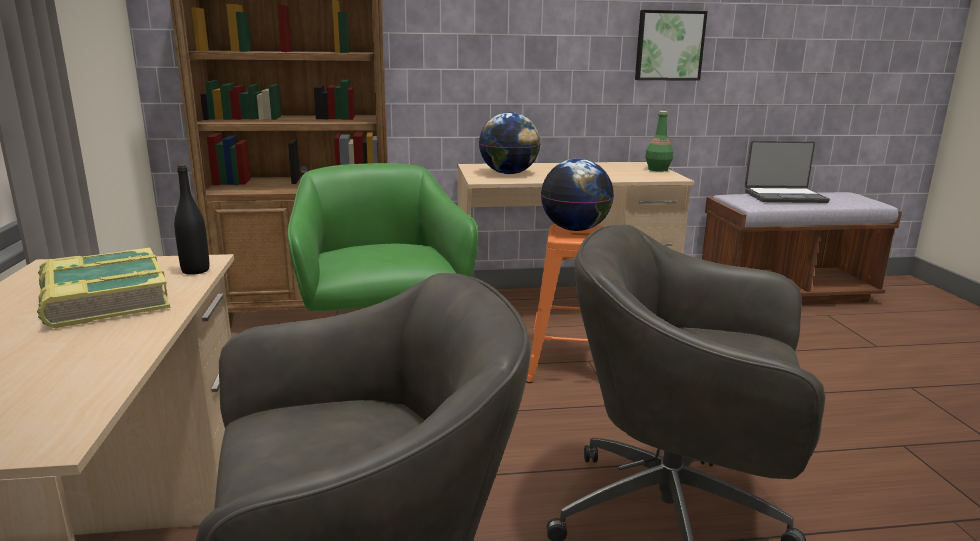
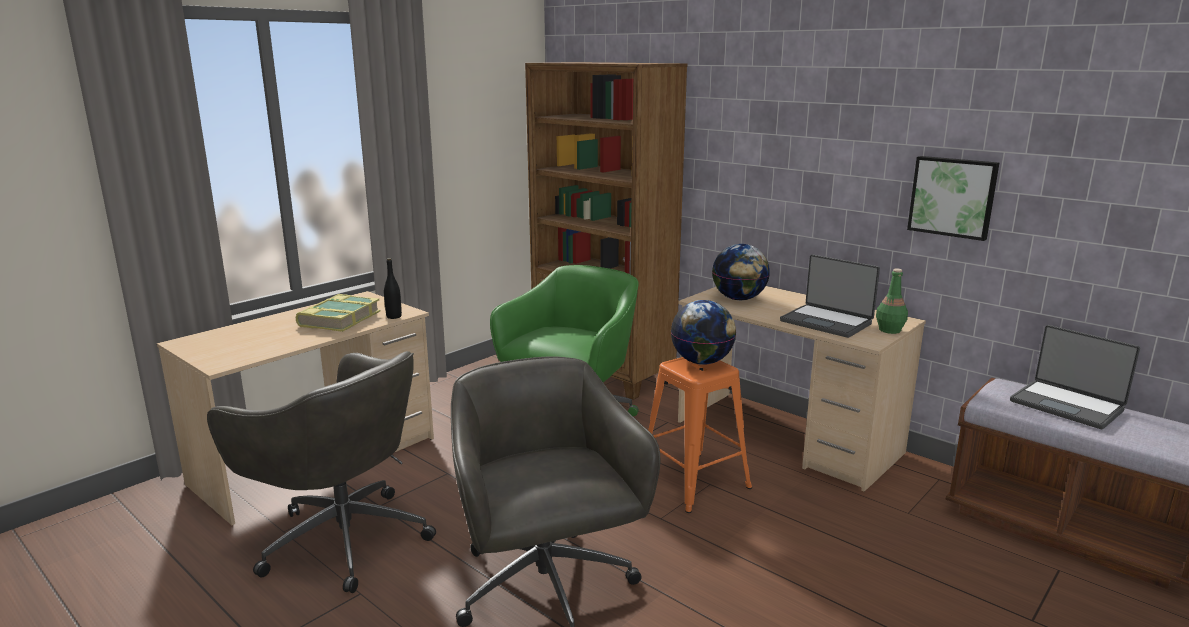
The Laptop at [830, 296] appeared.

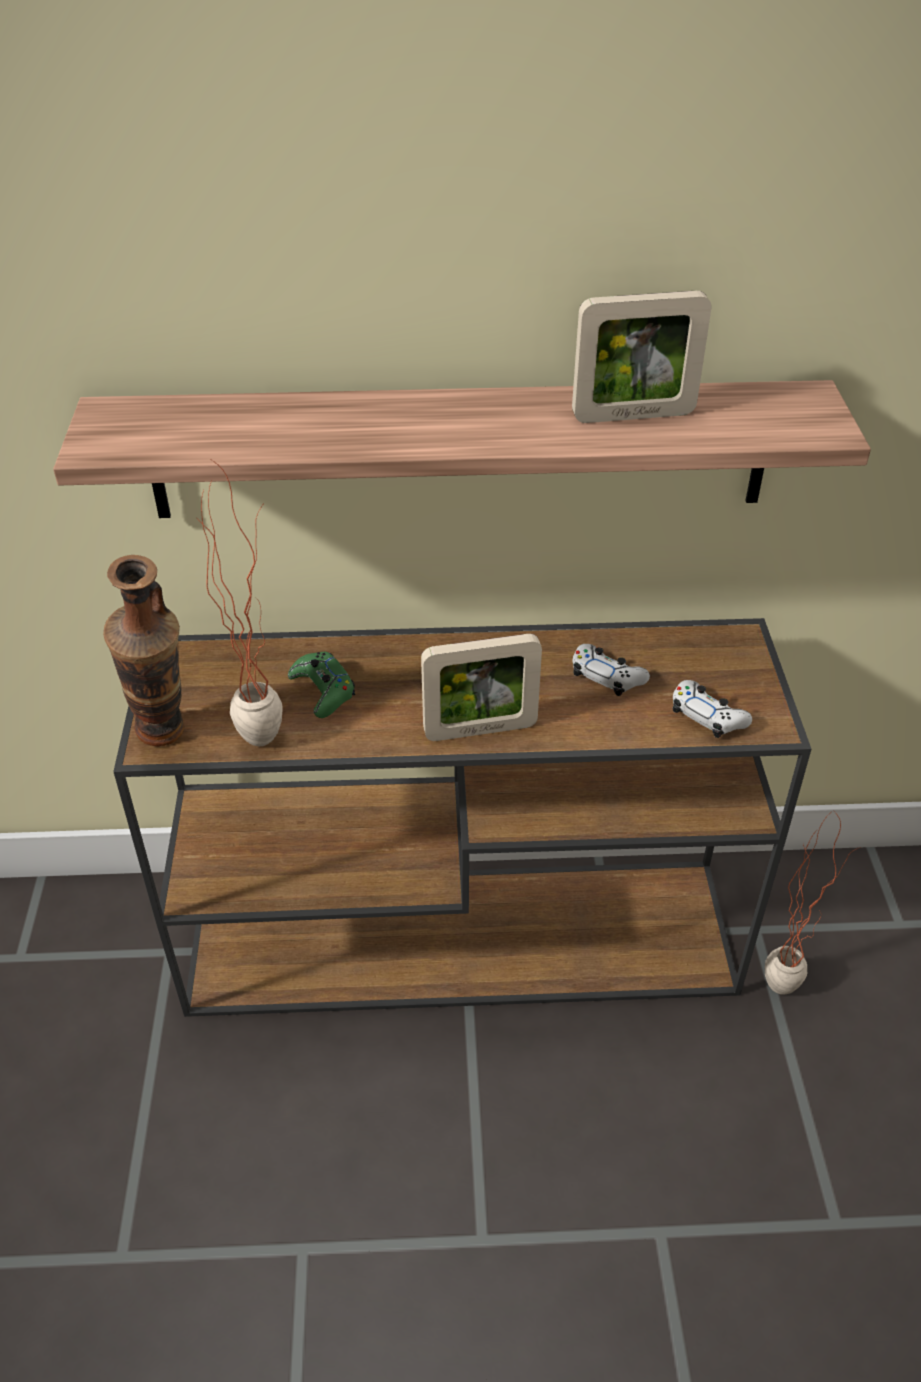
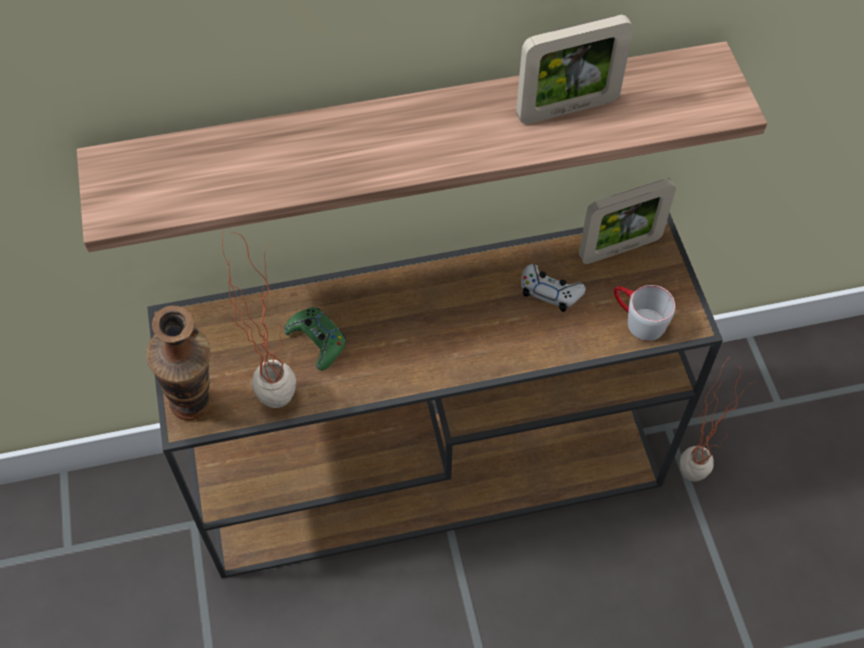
The PhotoFrame moved from [481, 687] to [627, 221].
The WhiteColouredGamepad at [712, 709] was replaced by the GreyishTeaMug at [644, 313].

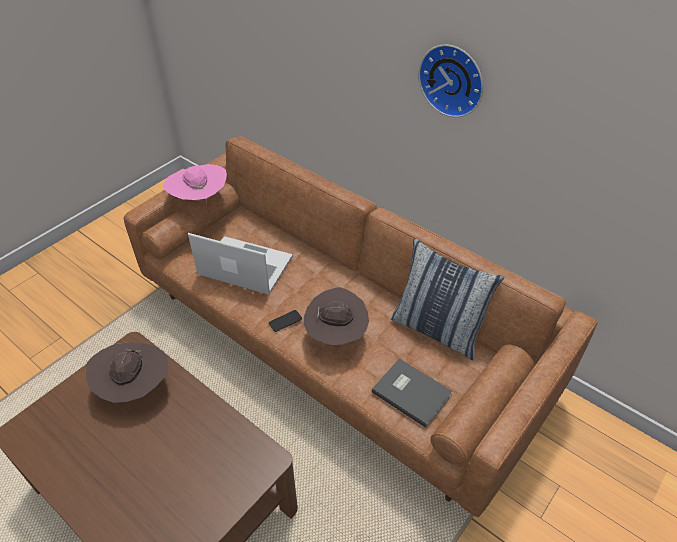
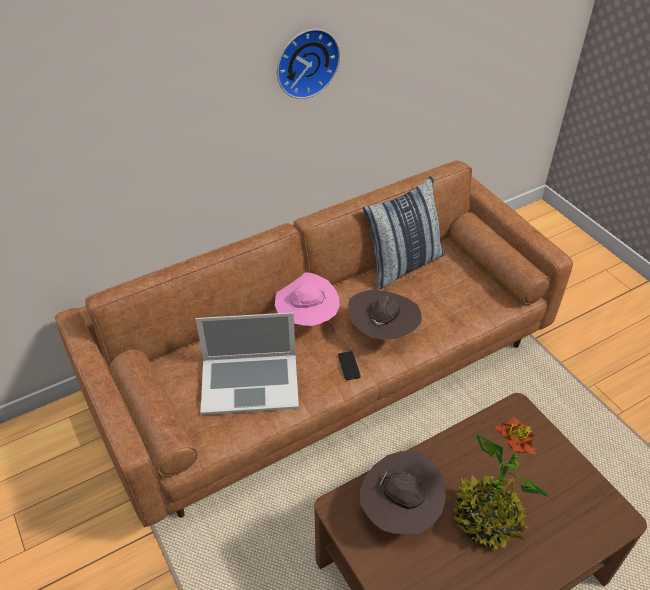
The GreyishBoundBook at [412, 393] disappeared.
The Houseplant at [500, 483] appeared.
The PinkWearableHat moved from [195, 183] to [307, 299].
The Laptop at [240, 264] turned 135 degrees counterclockwise.

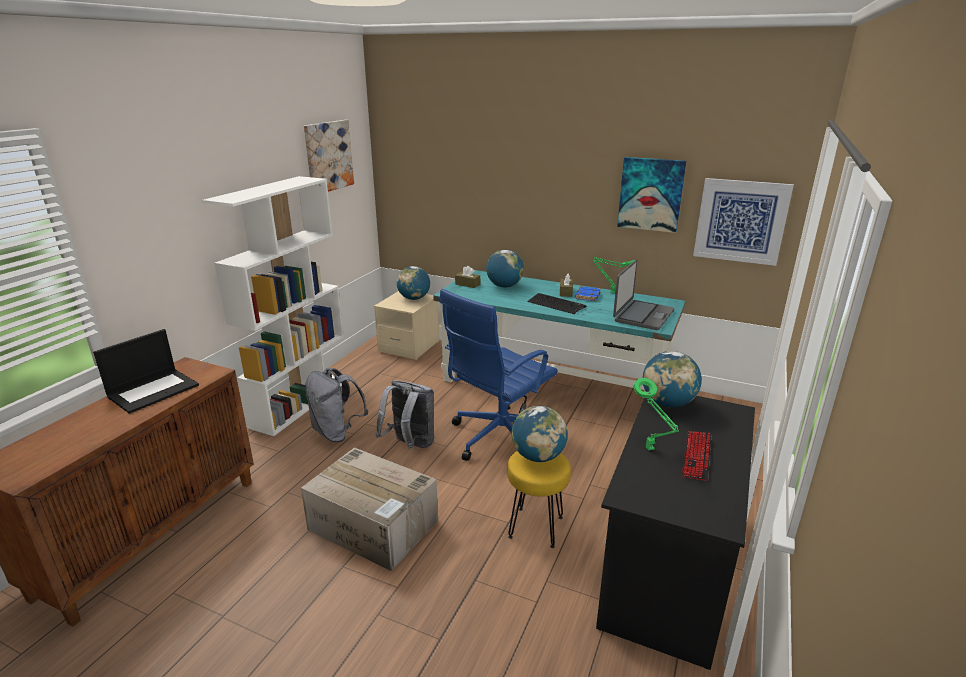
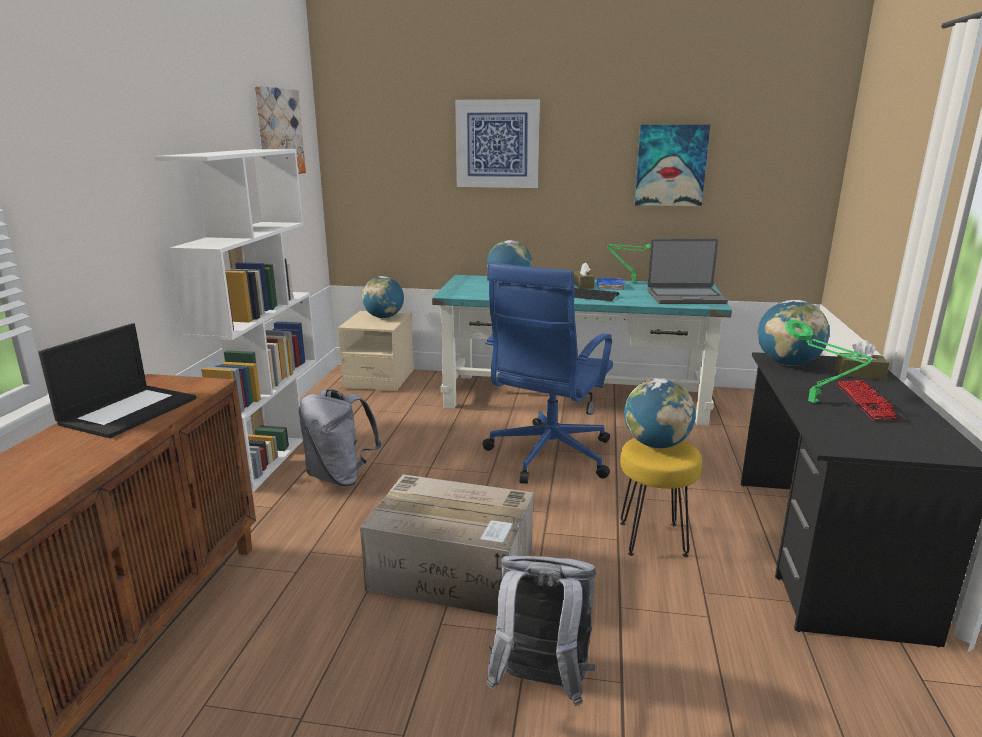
The GreyishRucksack moved from [405, 414] to [541, 631].
The BrownColouredTissueBox moved from [467, 277] to [862, 360].
The WallPicture moved from [743, 222] to [497, 143].
The Laptop at [643, 294] turned 75 degrees clockwise.

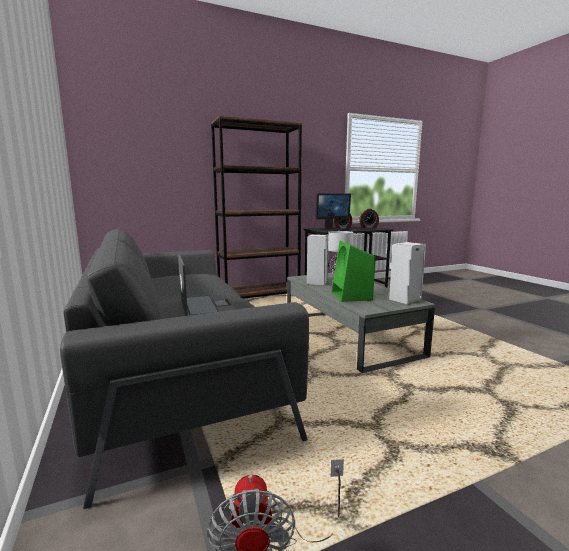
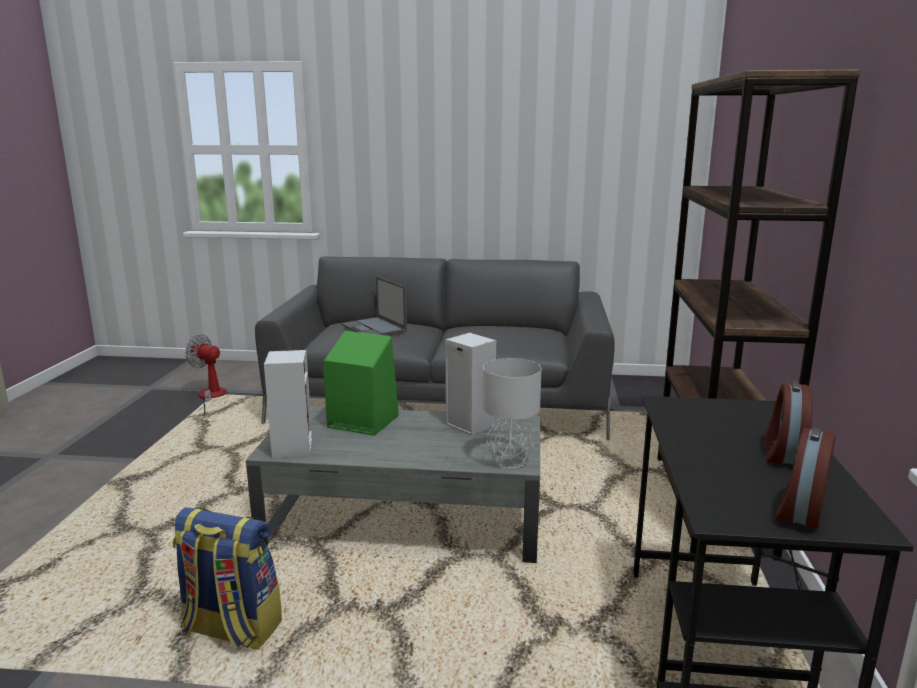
The ComputerDisplay at [333, 212] disappeared.
The Rucksack at [227, 578] appeared.
The Laptop at [207, 285] turned 45 degrees clockwise.

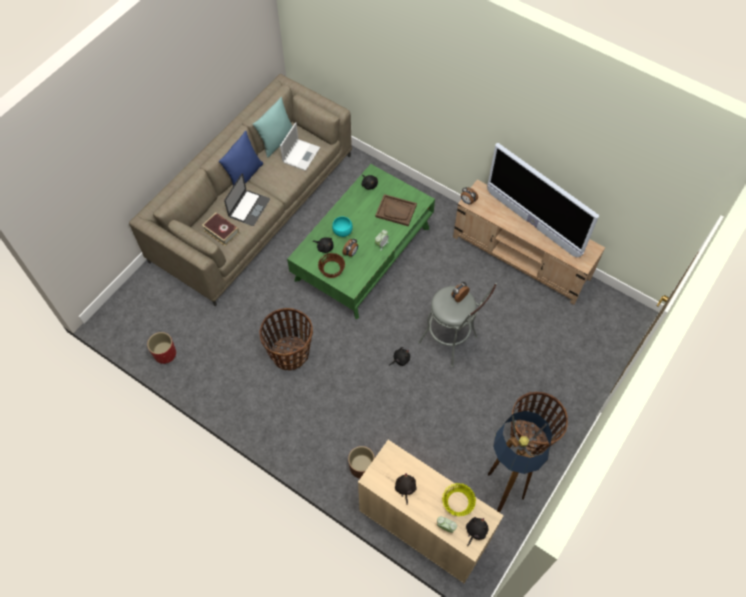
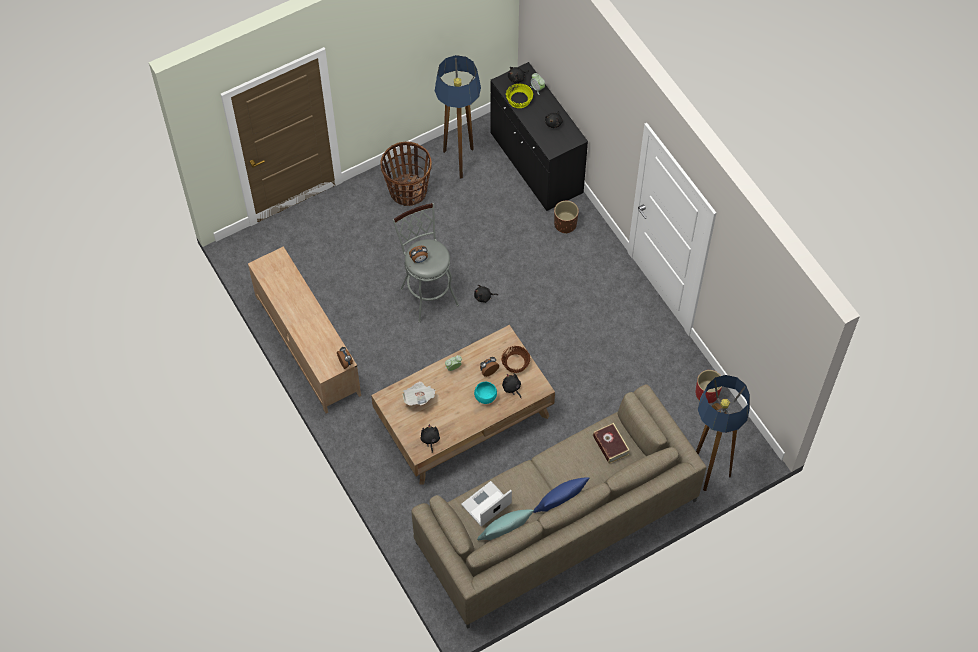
The Laptop at [247, 199] disappeared.
The Basket at [286, 339] disappeared.
The TvSet at [543, 200] disappeared.
The StandardLamp at [723, 433] appeared.
The BrownColouredTray at [396, 210] was replaced by the Newspaper at [419, 393].
The GreenLoungeTable at [361, 241] became the BrownColouredLoungeTable at [463, 405].
The BeigeStorageCabinet at [431, 511] became the BlackStorageCabinet at [539, 136].

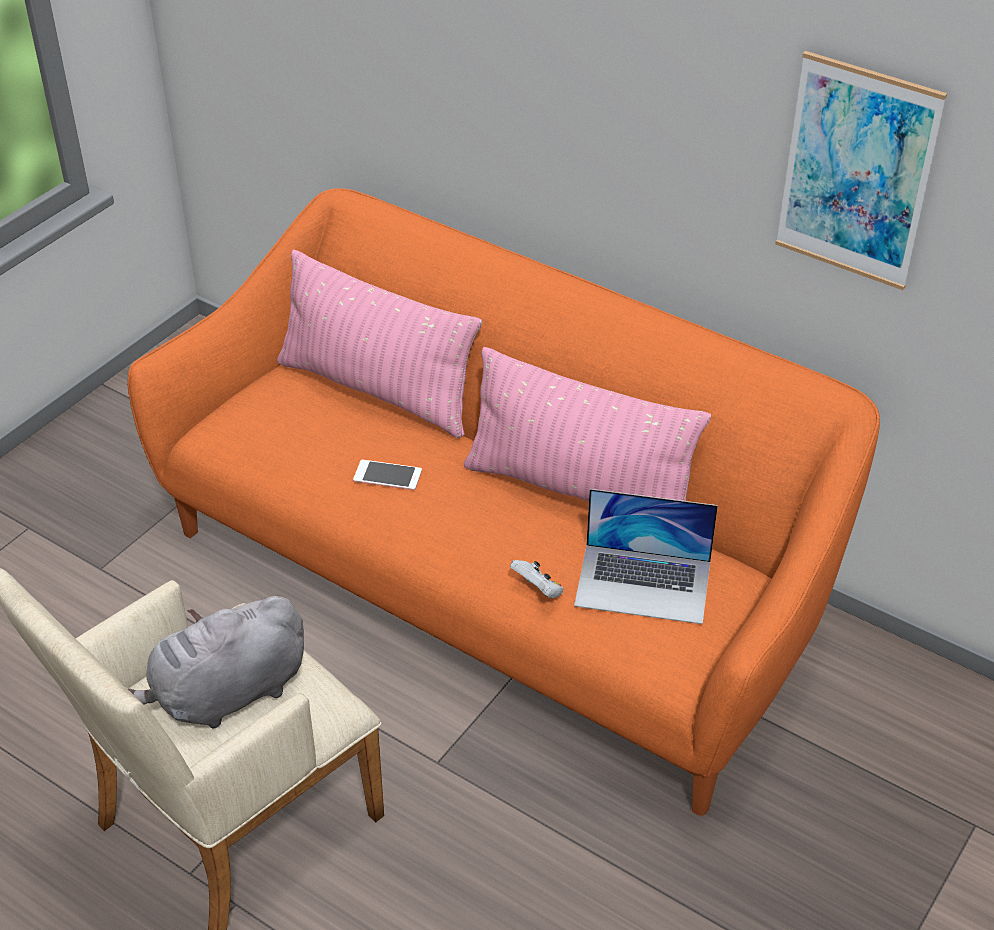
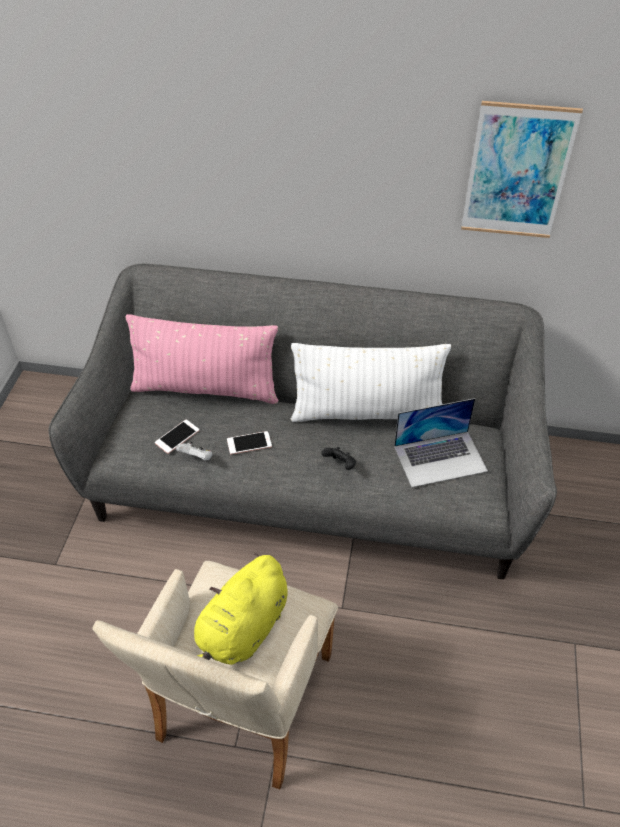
The Telephone at [177, 437] appeared.
The BlackGamepad at [338, 458] appeared.
The WhiteColouredGamepad moved from [536, 579] to [194, 450].
The GreyishPlushToy at [215, 662] became the YellowColouredPlushToy at [241, 609].
The OrangeColouredCouch at [503, 502] became the GreyishCouch at [303, 421].
The PinkThrowPillow at [587, 424] became the WhiteColouredThrowPillow at [371, 382].

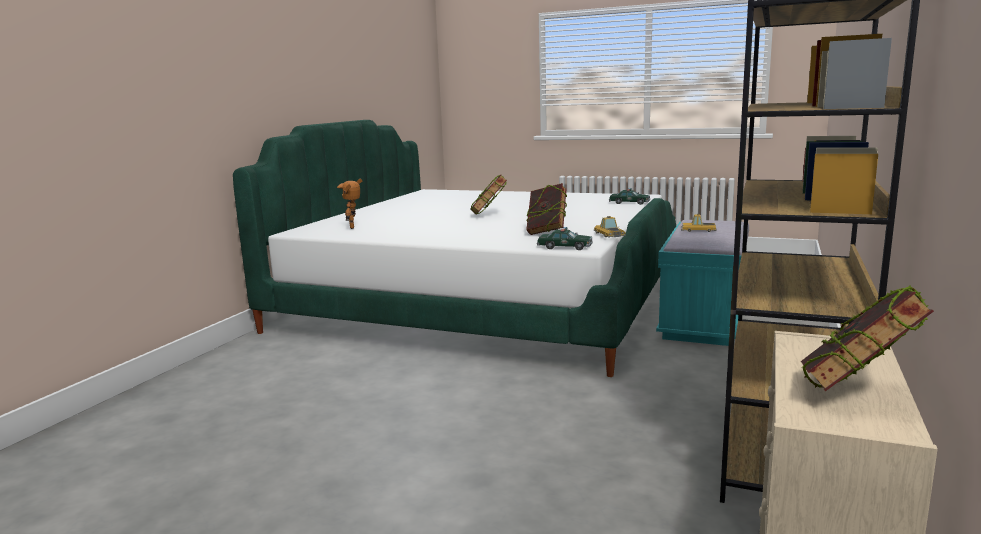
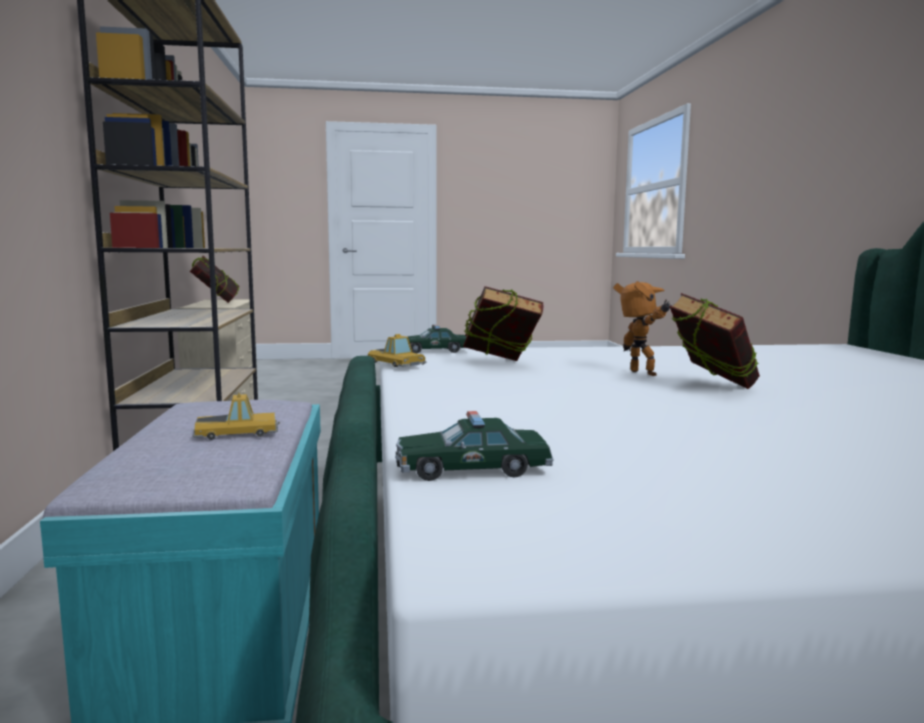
The ModelRobot moved from [349, 204] to [642, 328].

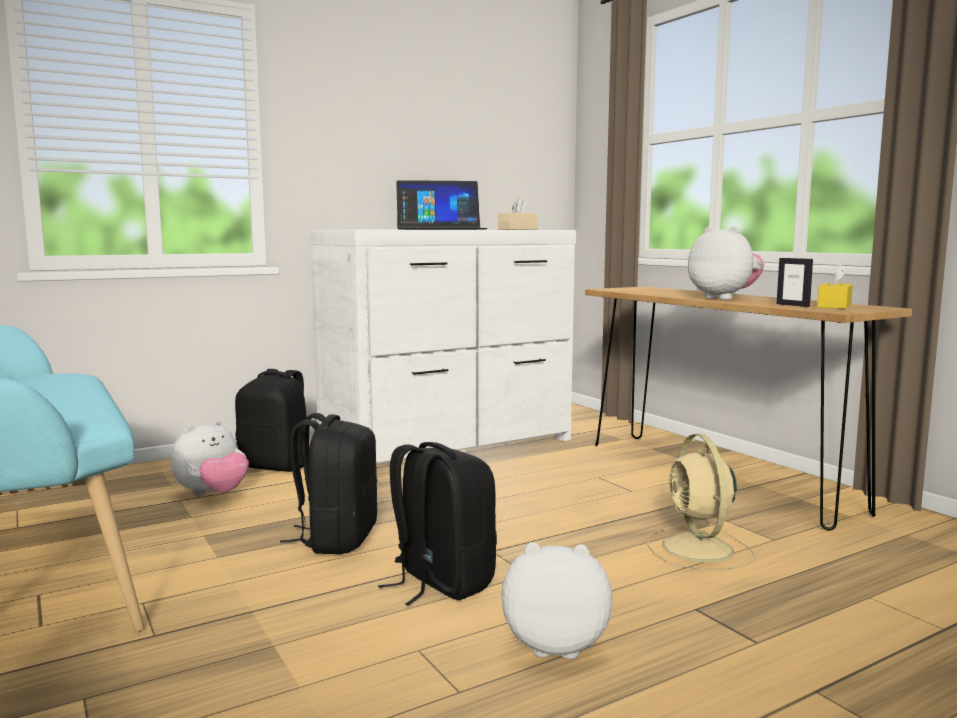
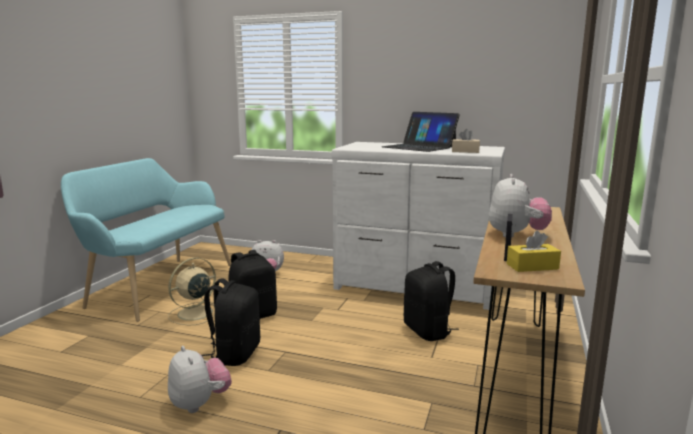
The BlackRucksack moved from [270, 420] to [431, 301].
The BeigeFan moved from [701, 502] to [192, 291].

